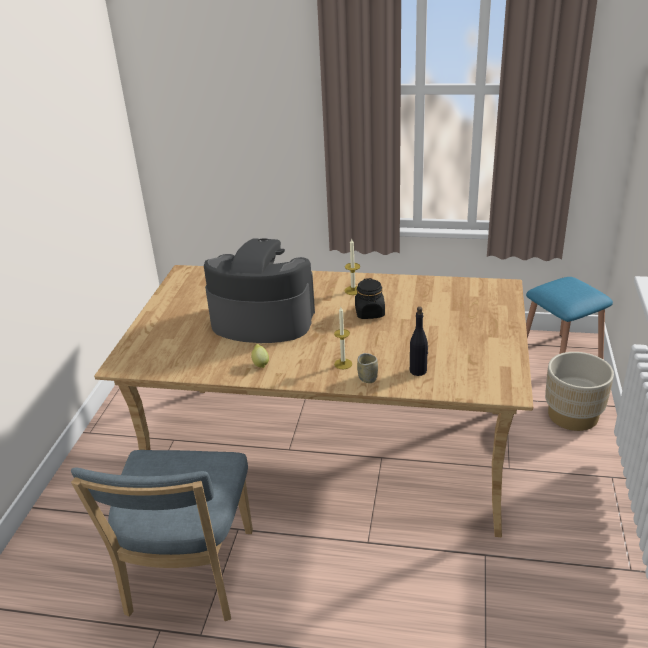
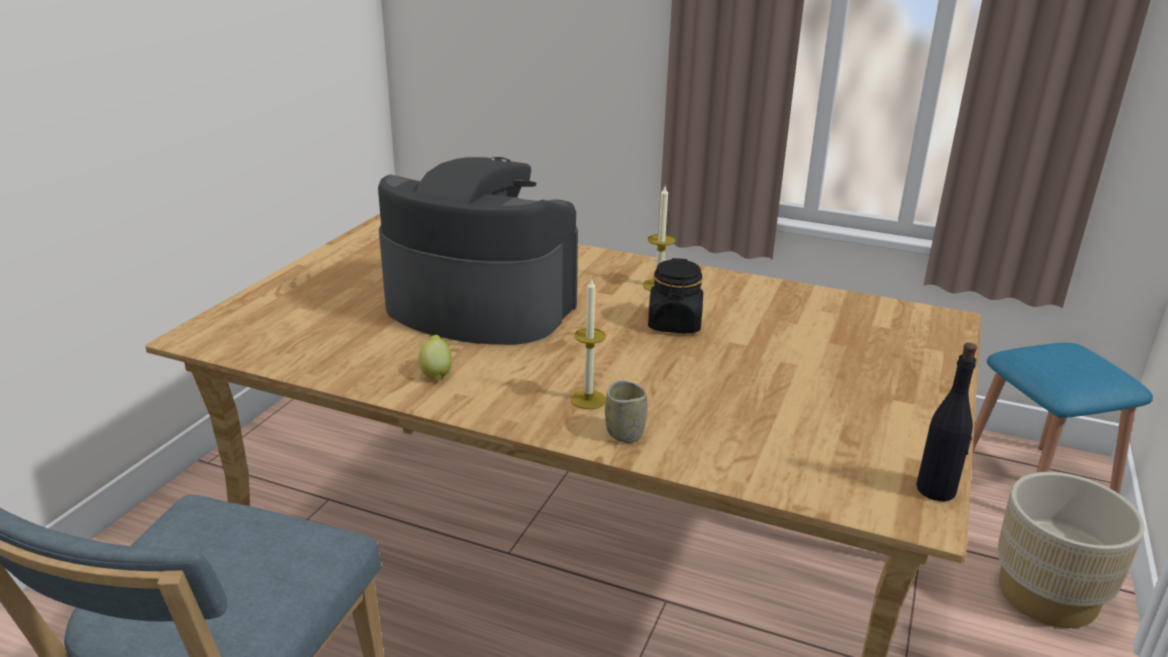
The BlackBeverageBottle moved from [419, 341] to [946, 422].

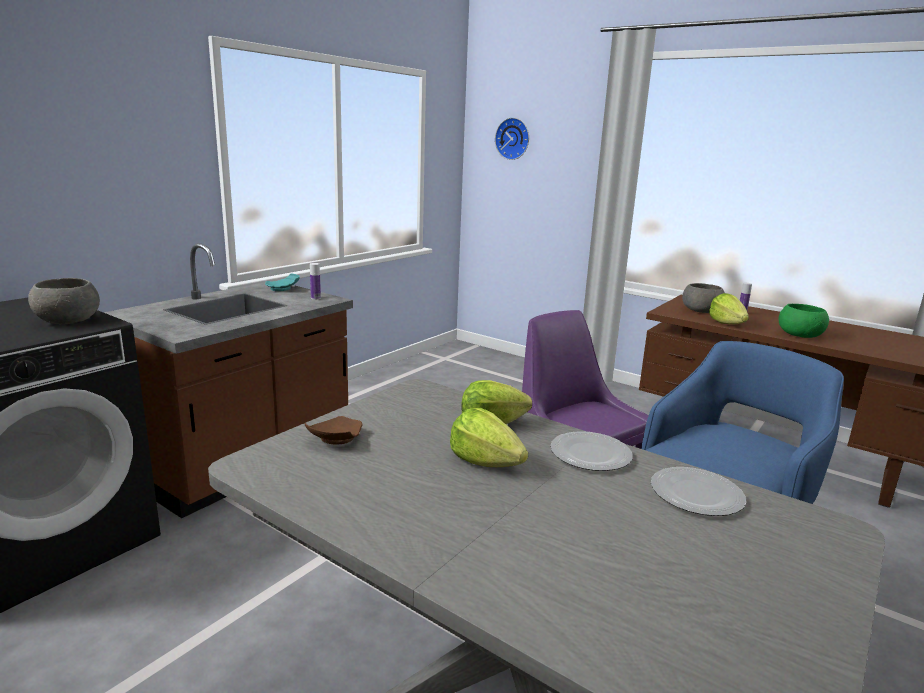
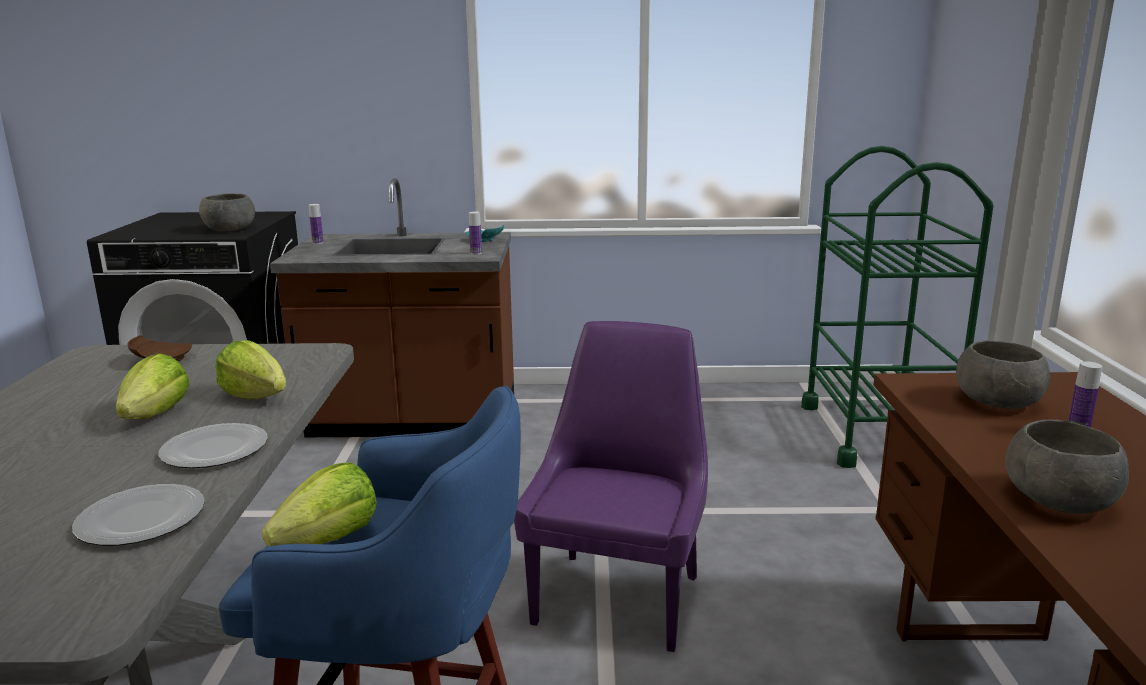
The HangingClock at [512, 138] disappeared.
The BeverageBottle at [316, 224] appeared.
The GreenWheeledCart at [897, 307] appeared.
The Lettuce moved from [729, 308] to [319, 504].
The GreenBowl at [804, 321] became the GreyishBowl at [1067, 467].

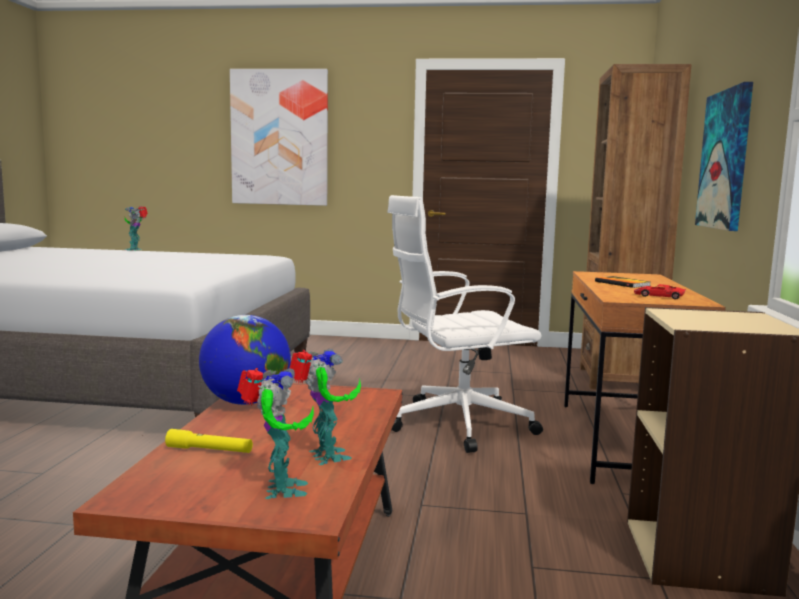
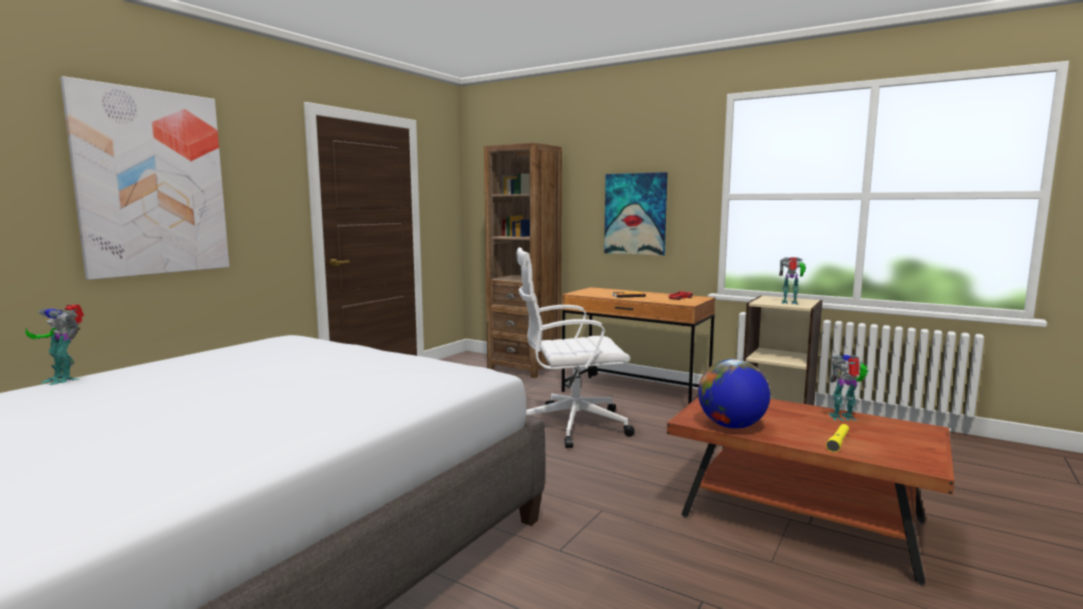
The ModelRobot moved from [275, 433] to [792, 281].
The WhiteColouredOfficeChair at [465, 324] turned 75 degrees clockwise.

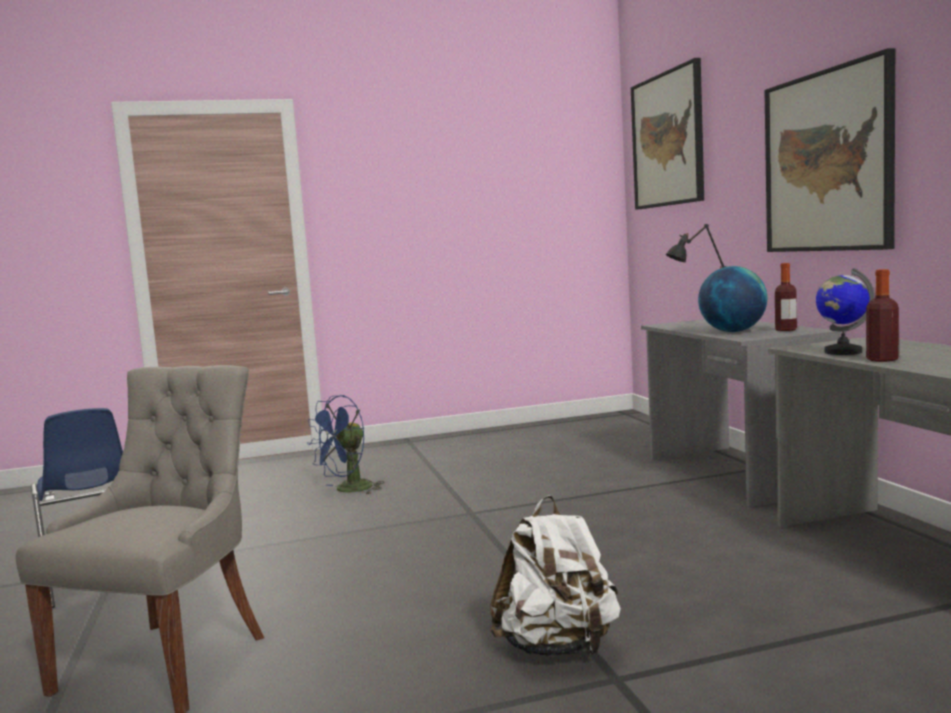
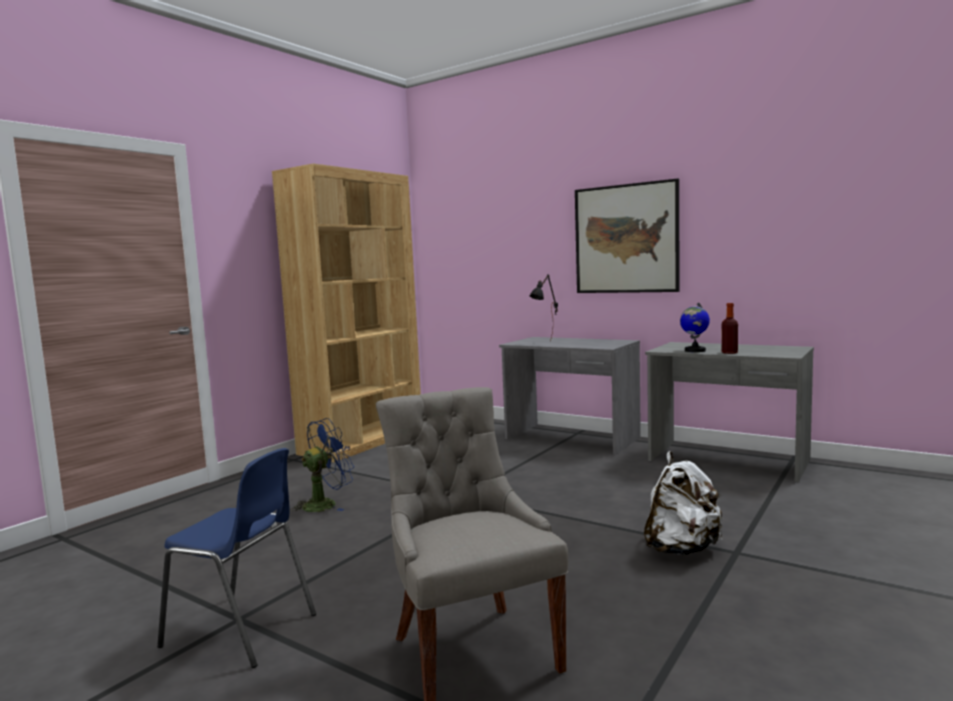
The WallPicture at [667, 134] disappeared.
The Globe at [732, 299] disappeared.
The BeverageBottle at [786, 297] disappeared.
The BrownColouredBookshelf at [346, 312] appeared.
The BlueFan at [345, 444] turned 135 degrees counterclockwise.

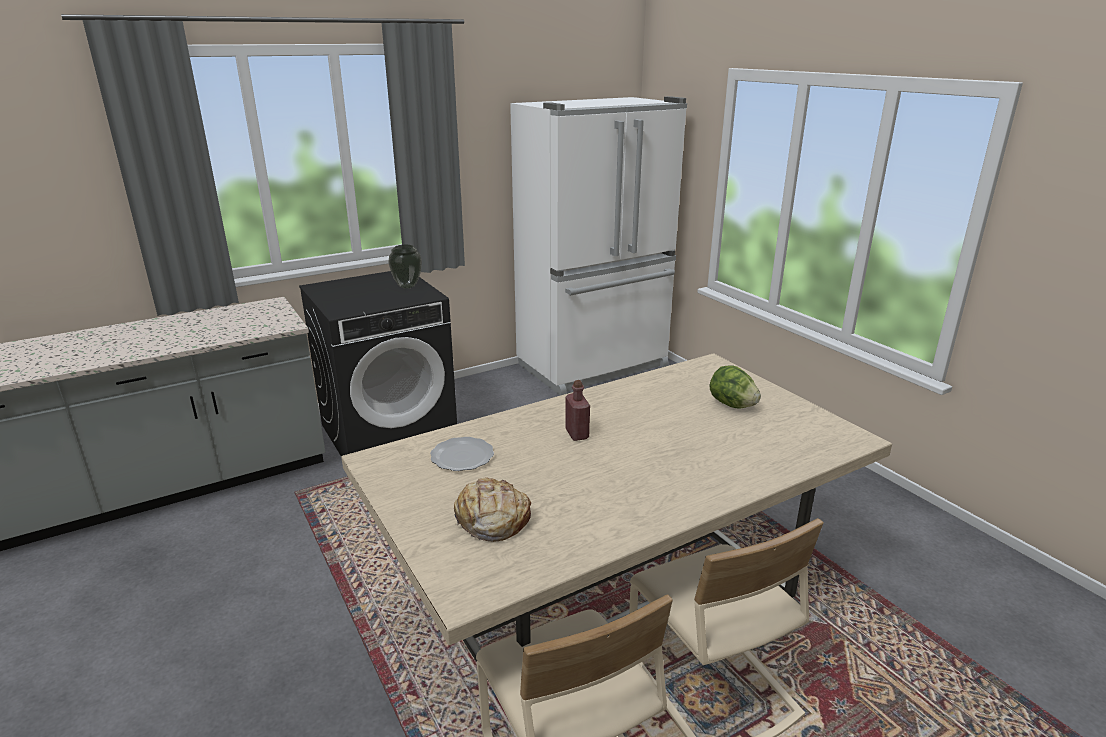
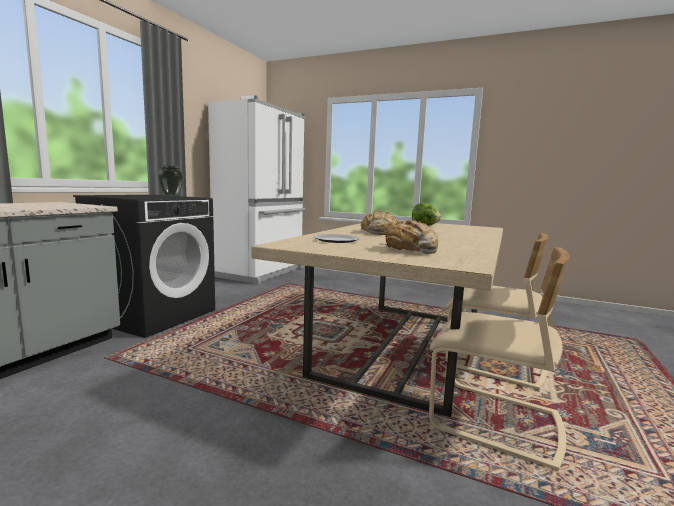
The ReddishBeverageBottle at [577, 410] was replaced by the Bread at [380, 222].

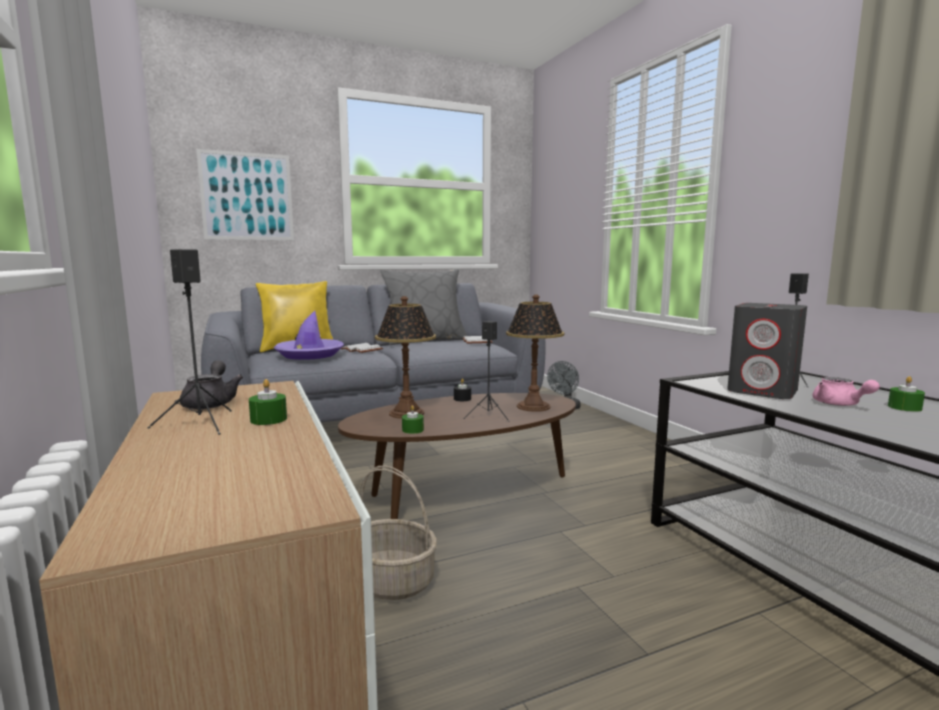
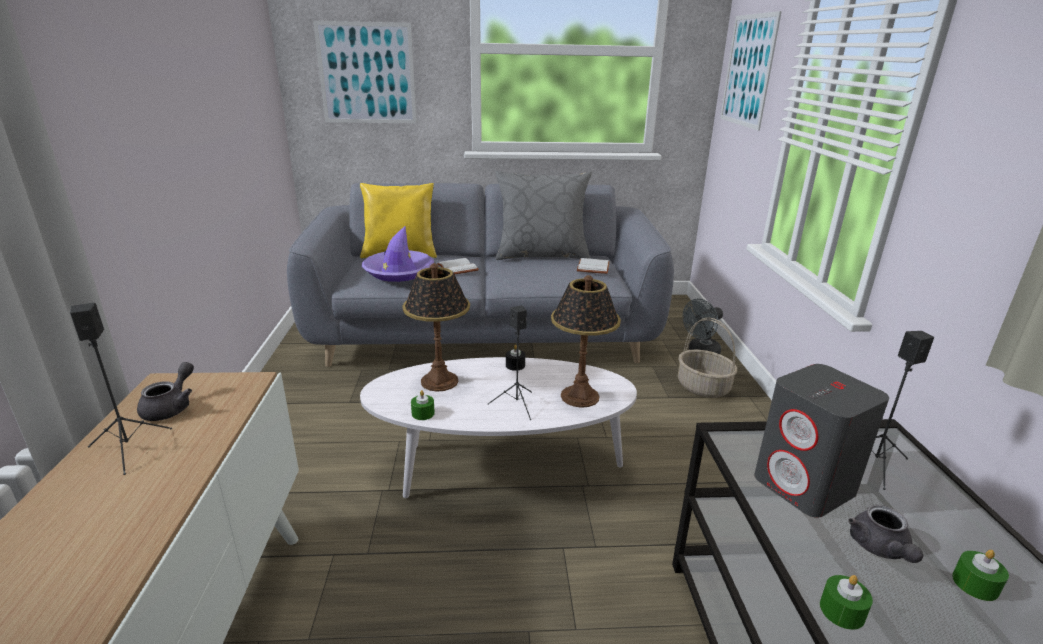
The WallPicture at [751, 71] appeared.
The GreenCandle moved from [268, 402] to [846, 602].
The Basket moved from [397, 532] to [707, 357].
The BrownColouredLoungeTable at [457, 456] became the WhiteColouredLoungeTable at [498, 427].
The PinkTeapot at [846, 391] became the GreyishTeapot at [885, 534].

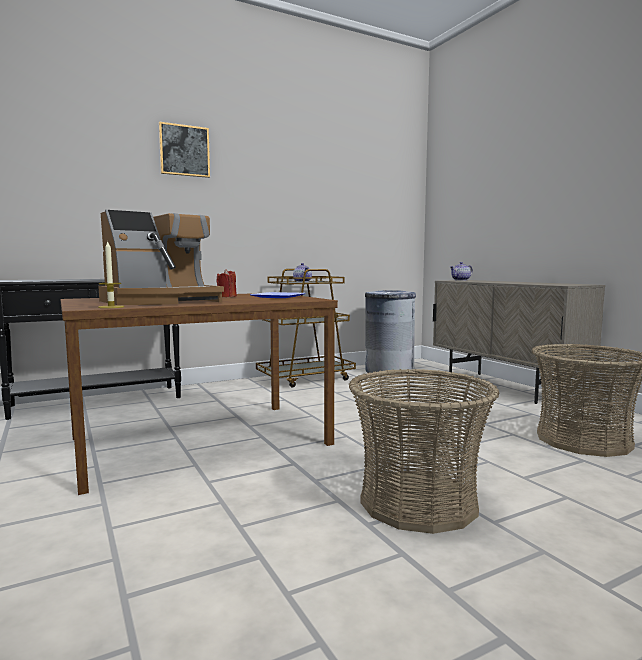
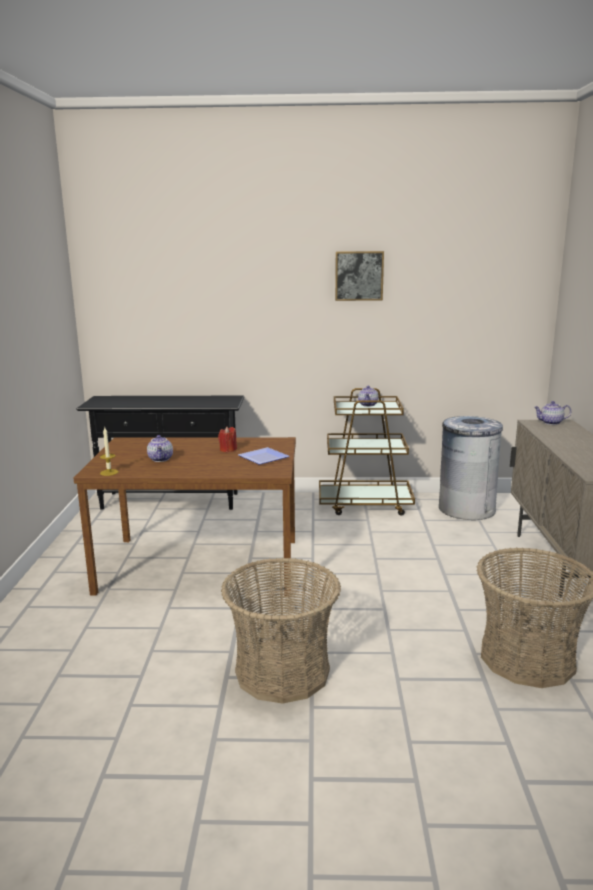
The WallPicture moved from [184, 150] to [359, 276].
The CoffeeMachine at [161, 257] was replaced by the Teapot at [160, 448].

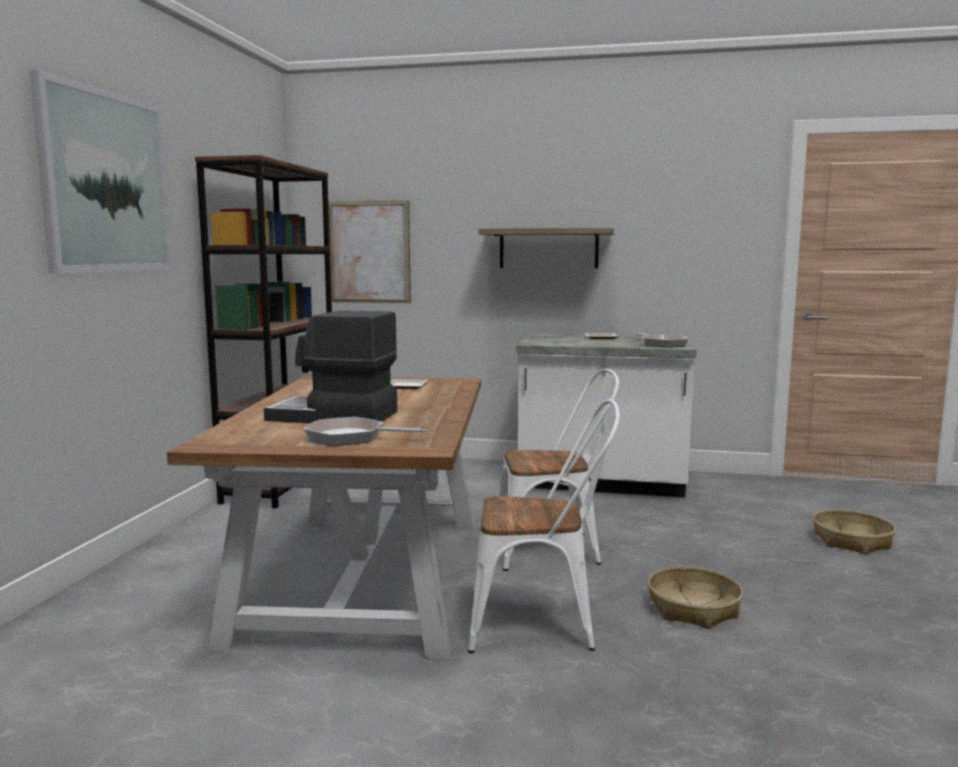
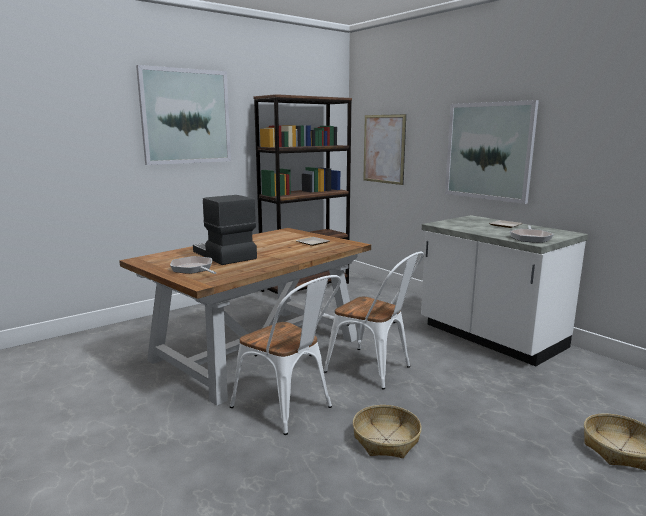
The WallShelf at [546, 248] was replaced by the WallPicture at [492, 152].

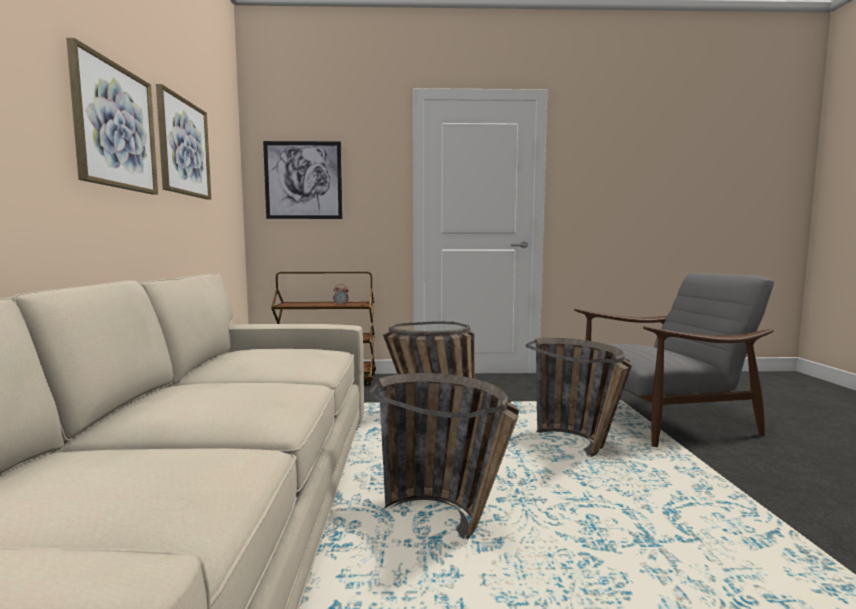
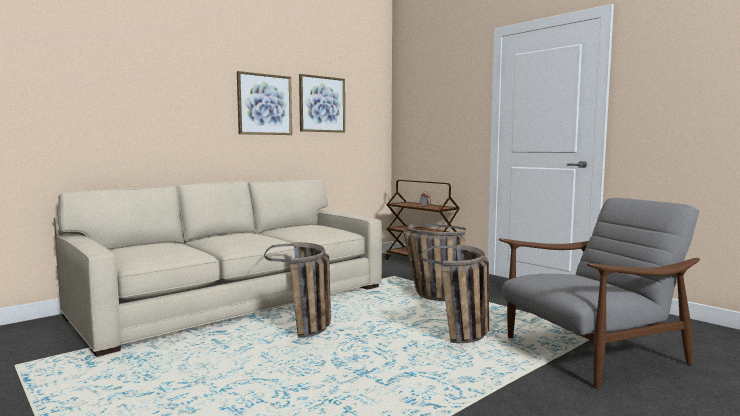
The WallPicture at [302, 180] disappeared.
The GreyishEasyChair at [674, 360] turned 60 degrees counterclockwise.

